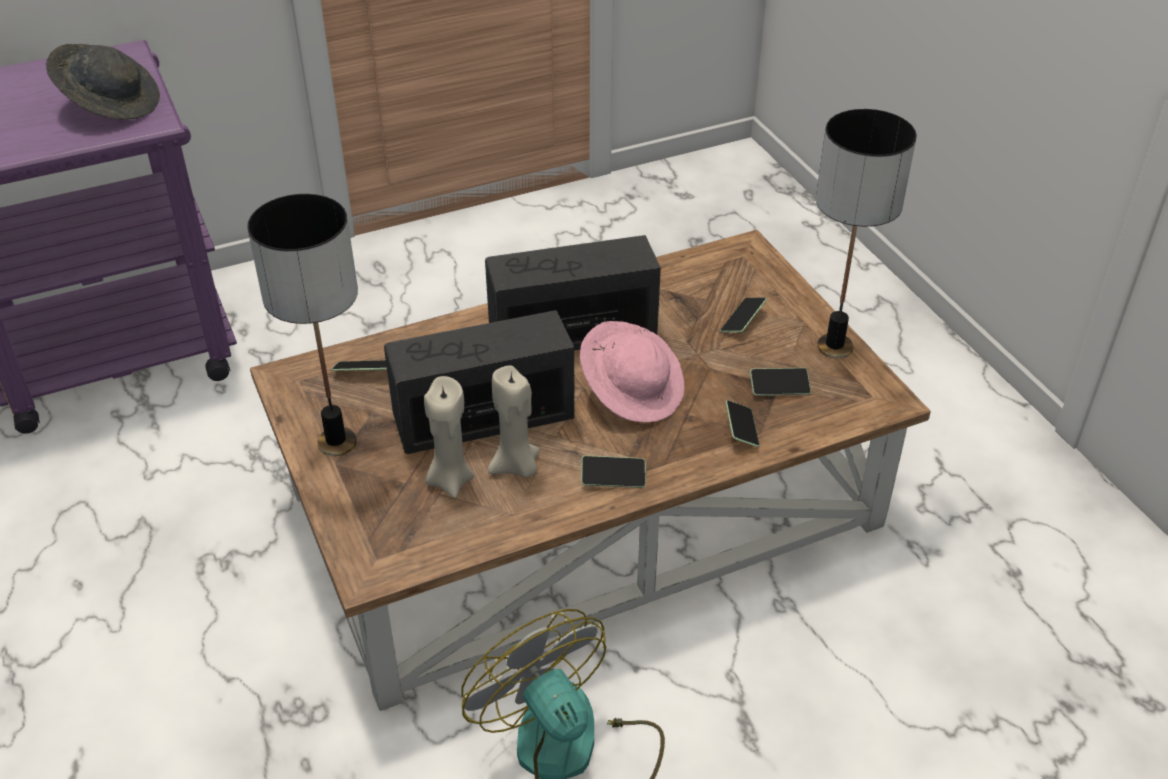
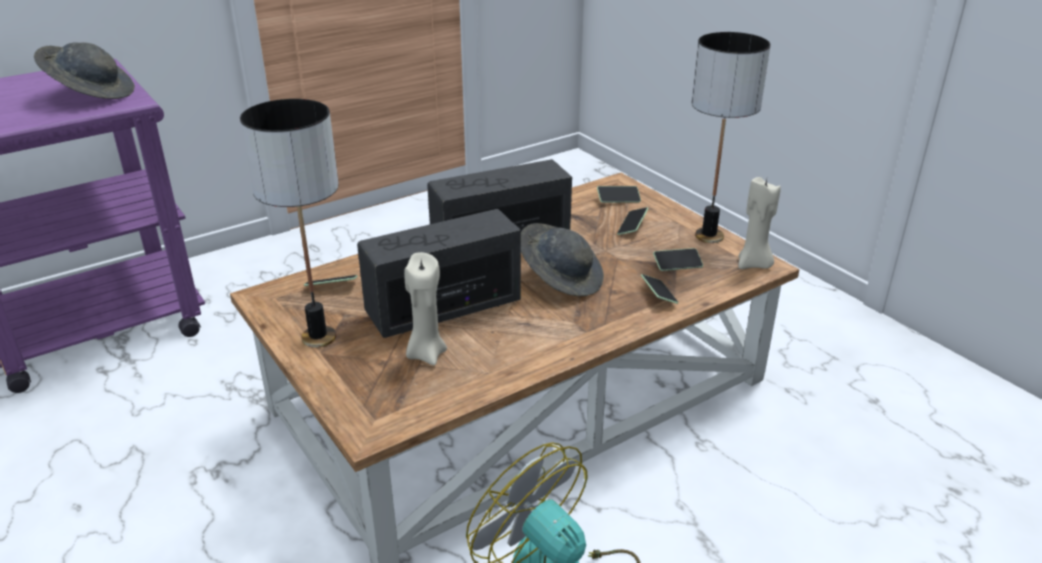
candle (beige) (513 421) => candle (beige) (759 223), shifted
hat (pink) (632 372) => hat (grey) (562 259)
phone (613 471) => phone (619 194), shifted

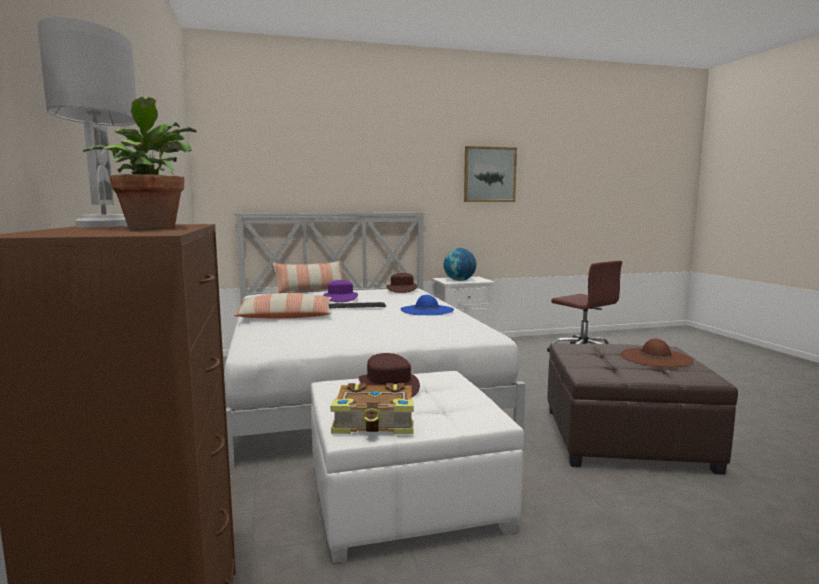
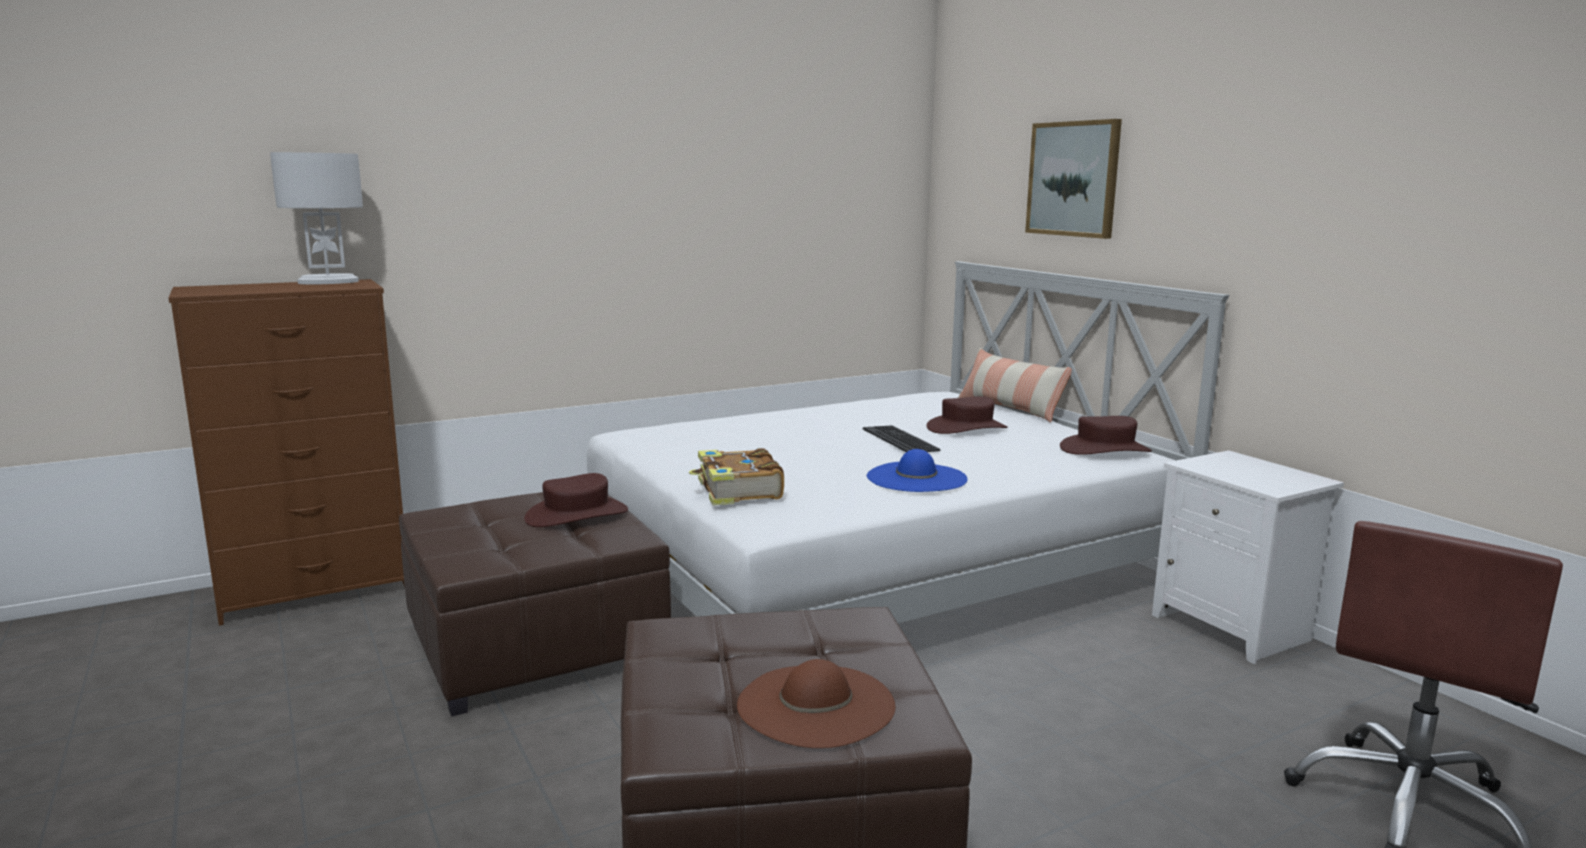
potted plant (139 162) => nothing
pillow (283 305) => nothing
ottoman (white) (417 467) => ottoman (brown) (535 604)
hat (purple) (340 291) => hat (brown) (967 415)
book (372 408) => book (736 476), shifted
globe (460 264) => nothing
picture (490 174) => picture (1073 179), shifted

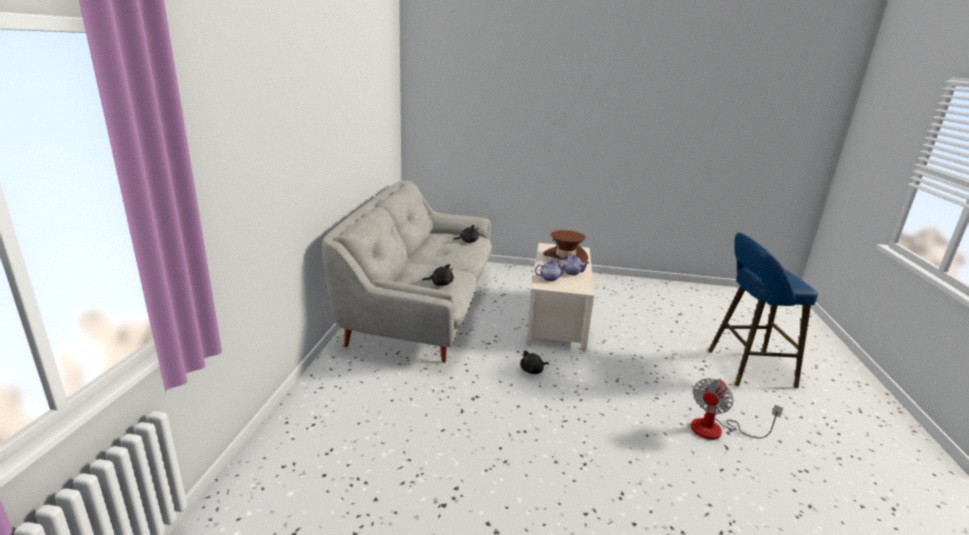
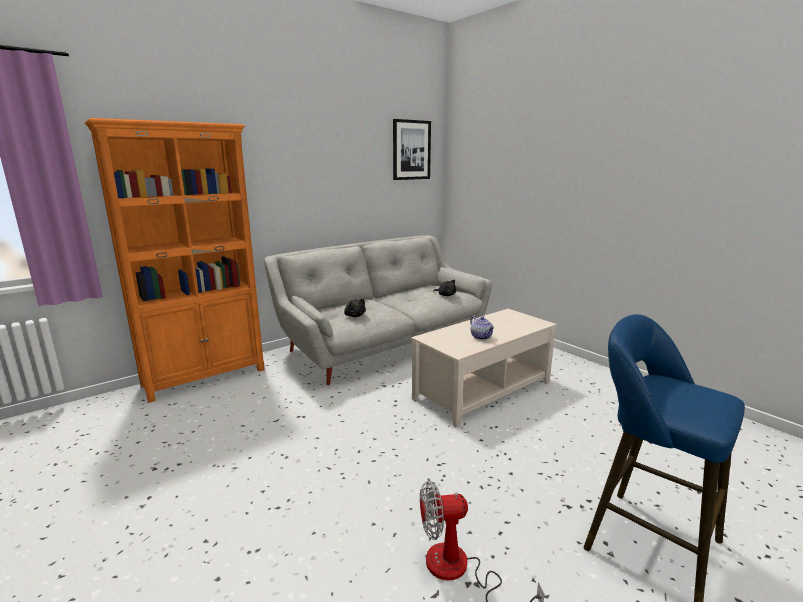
plush toy (black) (534 362) => nothing
teapot (551 270) => nothing
hat (brown) (566 246) => nothing
nothing => bookcase (orange) (174 260)
nothing => picture (412 149)

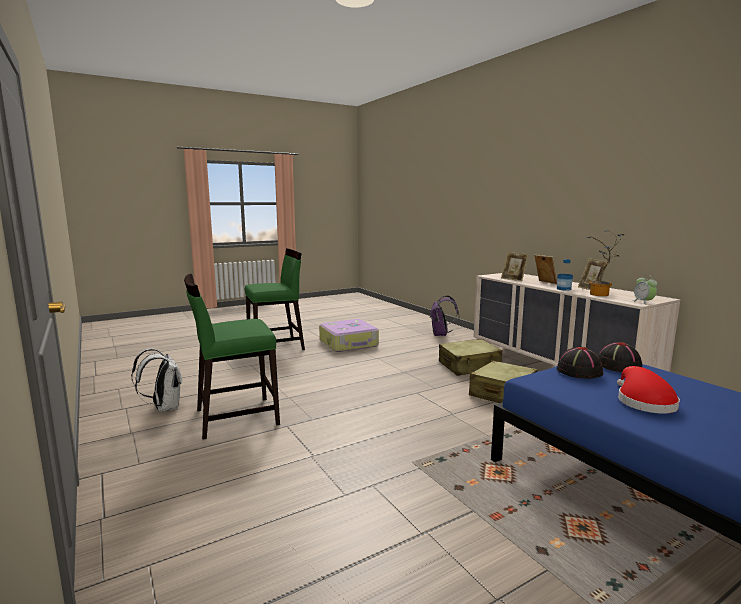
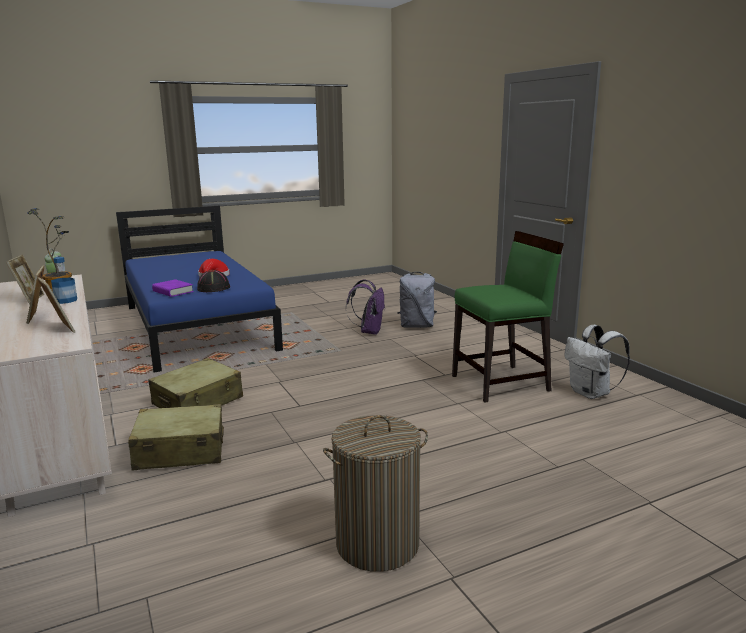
chair (green) (275 299) => nothing
suitcase (349 335) => laundry basket (375 493)
backpack (purple) (444 315) => backpack (purple) (365 307), shifted
hat (black) (620 357) => book (purple) (173 288)
nothing => backpack (grey) (417 300)

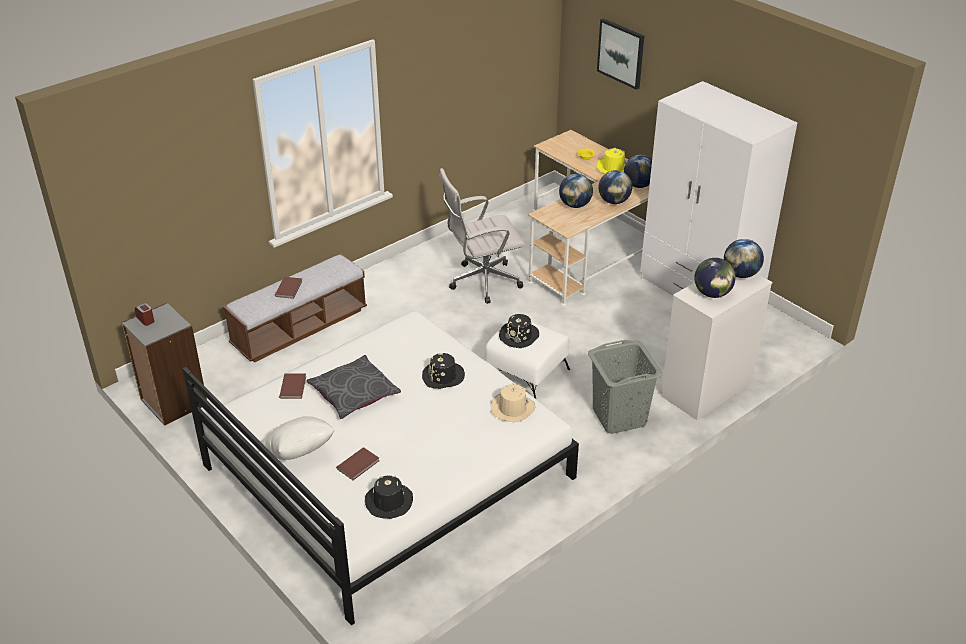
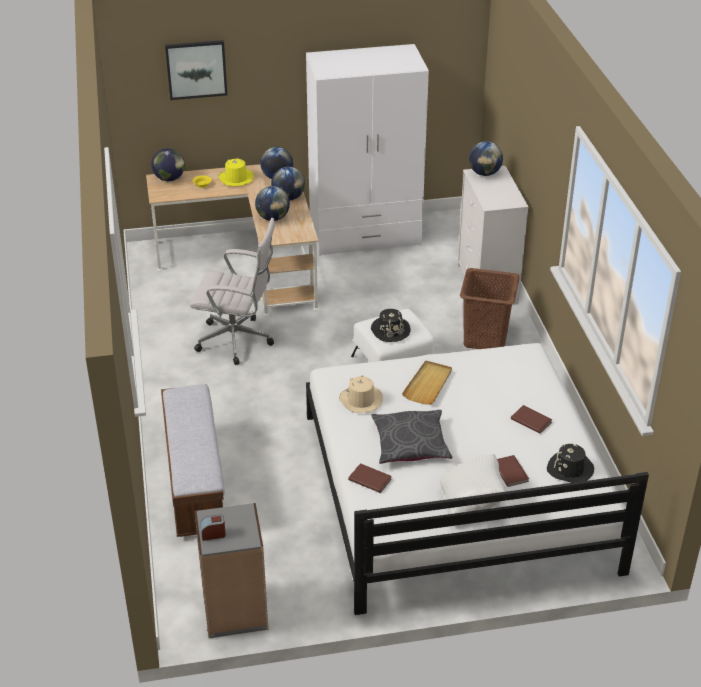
book (brown) (289 288) => book (brown) (532 419), shifted
hat (black) (443 371) => tray (beige) (427 382)
office chair (white) (482 236) => office chair (white) (232 291), 90 degrees counterclockwise
hat (beige) (513 403) => hat (beige) (361 394), shifted
laundry basket (grey) (625 387) => laundry basket (brown) (490 308)
globe (715 278) => globe (168 164), shifted

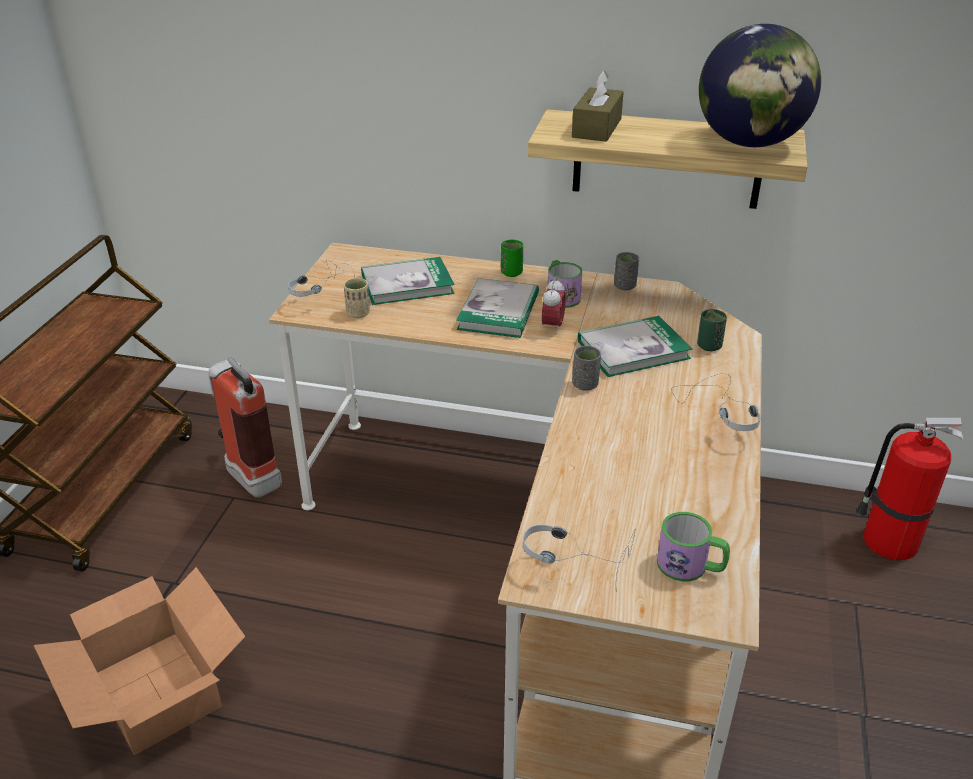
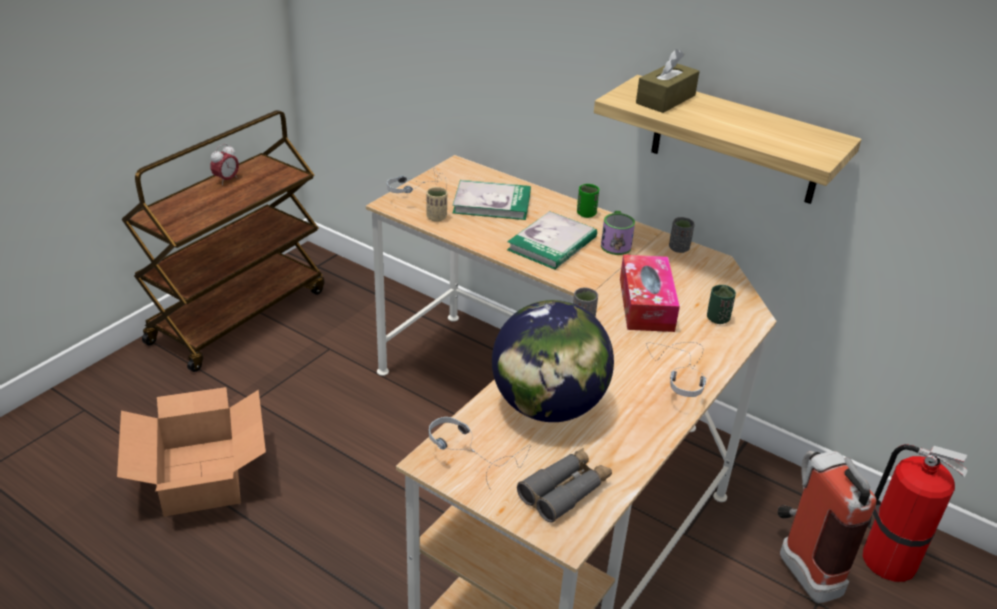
fire extinguisher (245 427) => fire extinguisher (826 527), shifted
alarm clock (554 305) => alarm clock (225 164), shifted
book (635 346) => tissue box (650 293)
mug (693 547) => binoculars (grey) (564 485)
globe (760 85) => globe (553 361), shifted

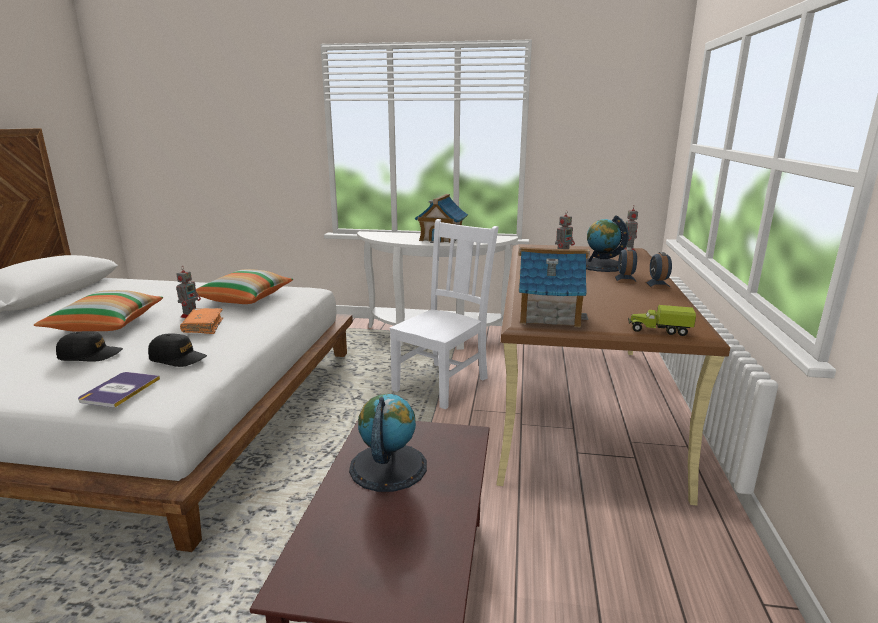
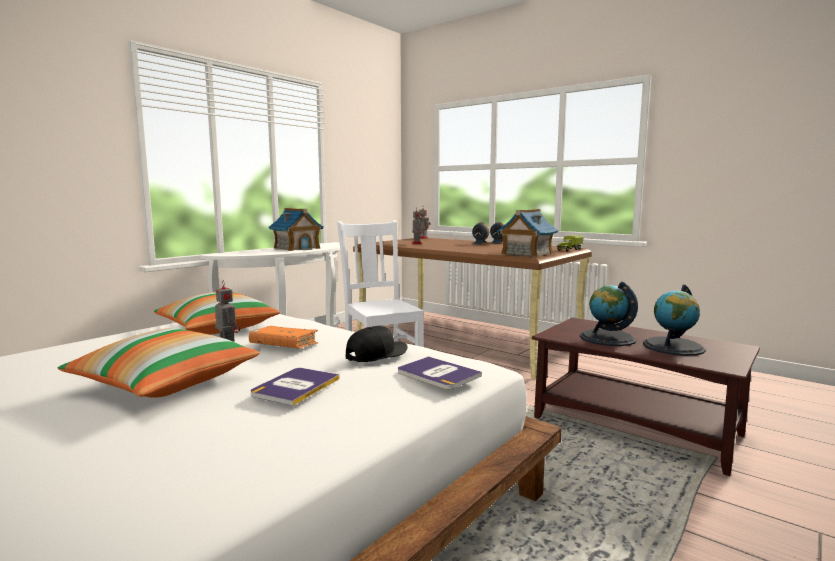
cap (black) (89 346) => book (295 387)
globe (607 243) => globe (674 320), shifted

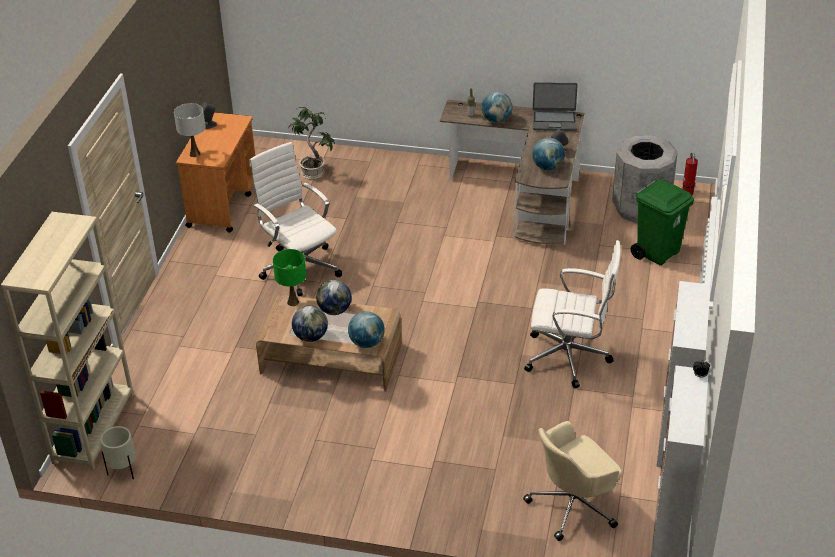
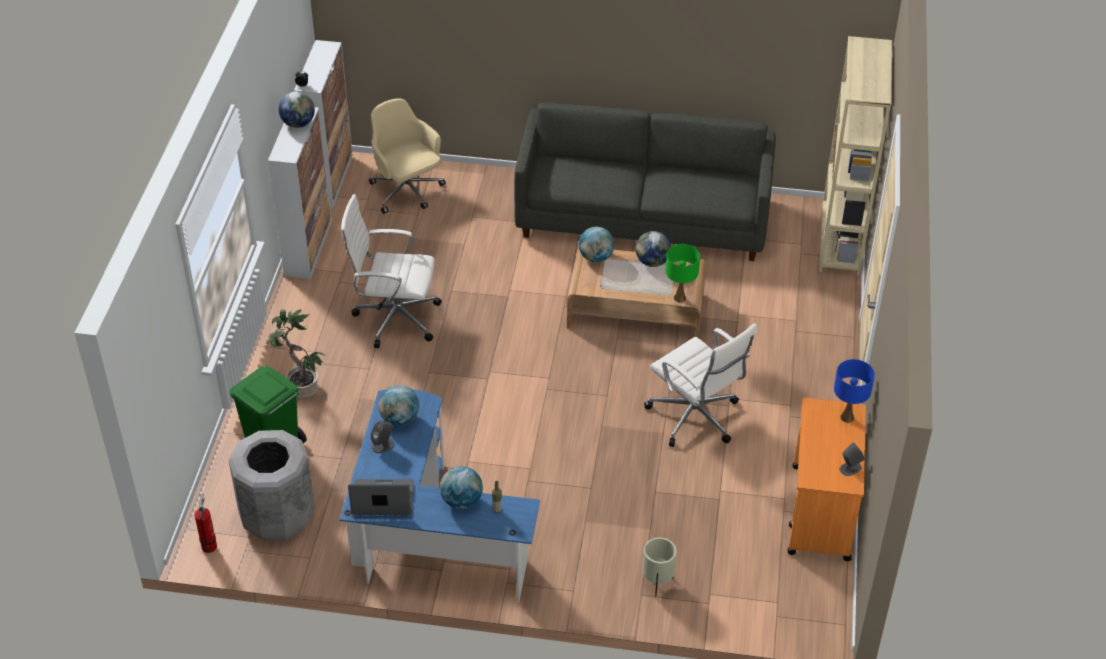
planter (beige) (118 452) => planter (beige) (659 566), shifted
table lamp (white) (190 130) => table lamp (blue) (854 391)
potted plant (311 143) => potted plant (295 353), shifted
globe (334 297) => globe (296 109), shifted
desk (brown) (512 172) => desk (blue) (439 496)
office chair (beige) (572 481) => office chair (beige) (407 156), 90 degrees counterclockwise
nothing => sofa (grey) (645 182)

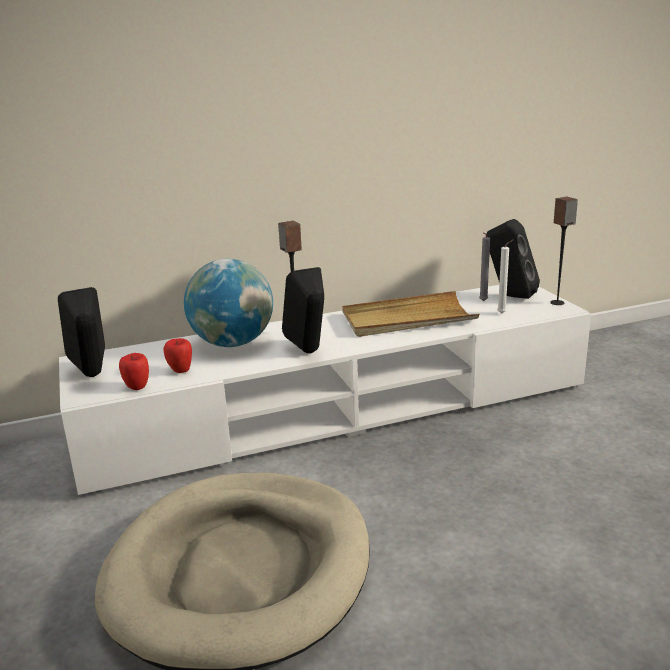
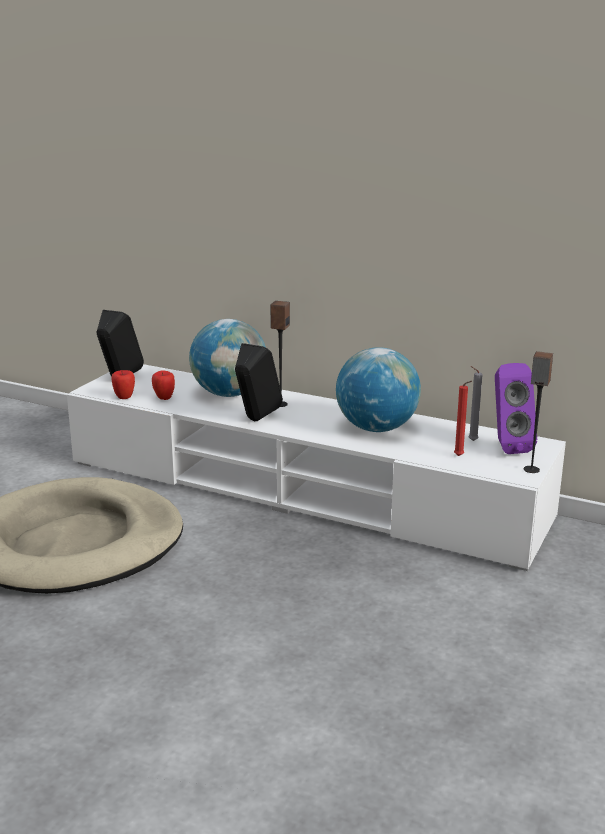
tray (beige) (411 314) => globe (378 389)
speaker (black) (513 259) => speaker (purple) (516 408)
candle (white) (505 277) => candle (red) (463 418)

